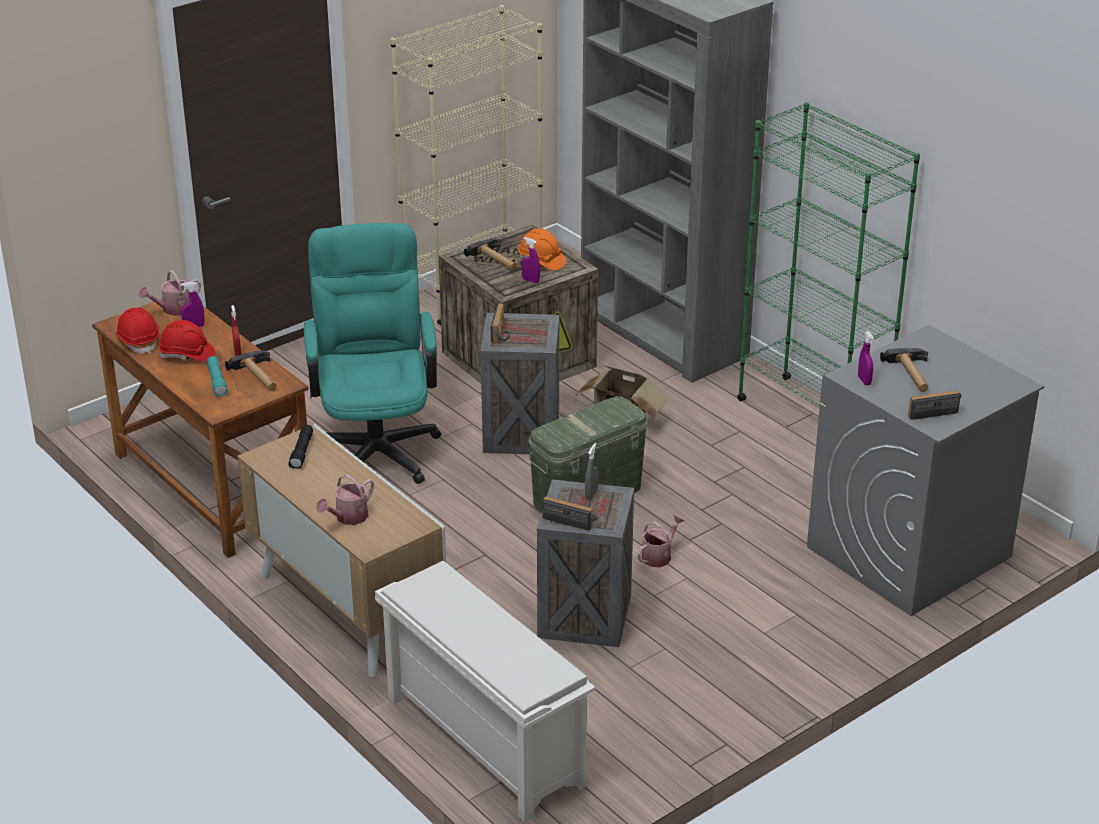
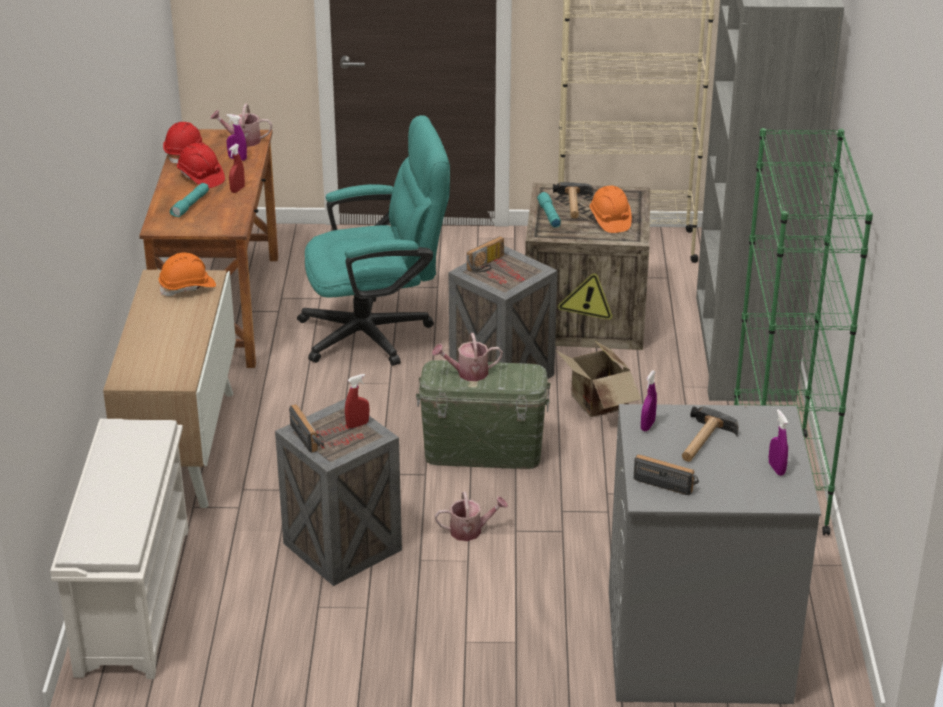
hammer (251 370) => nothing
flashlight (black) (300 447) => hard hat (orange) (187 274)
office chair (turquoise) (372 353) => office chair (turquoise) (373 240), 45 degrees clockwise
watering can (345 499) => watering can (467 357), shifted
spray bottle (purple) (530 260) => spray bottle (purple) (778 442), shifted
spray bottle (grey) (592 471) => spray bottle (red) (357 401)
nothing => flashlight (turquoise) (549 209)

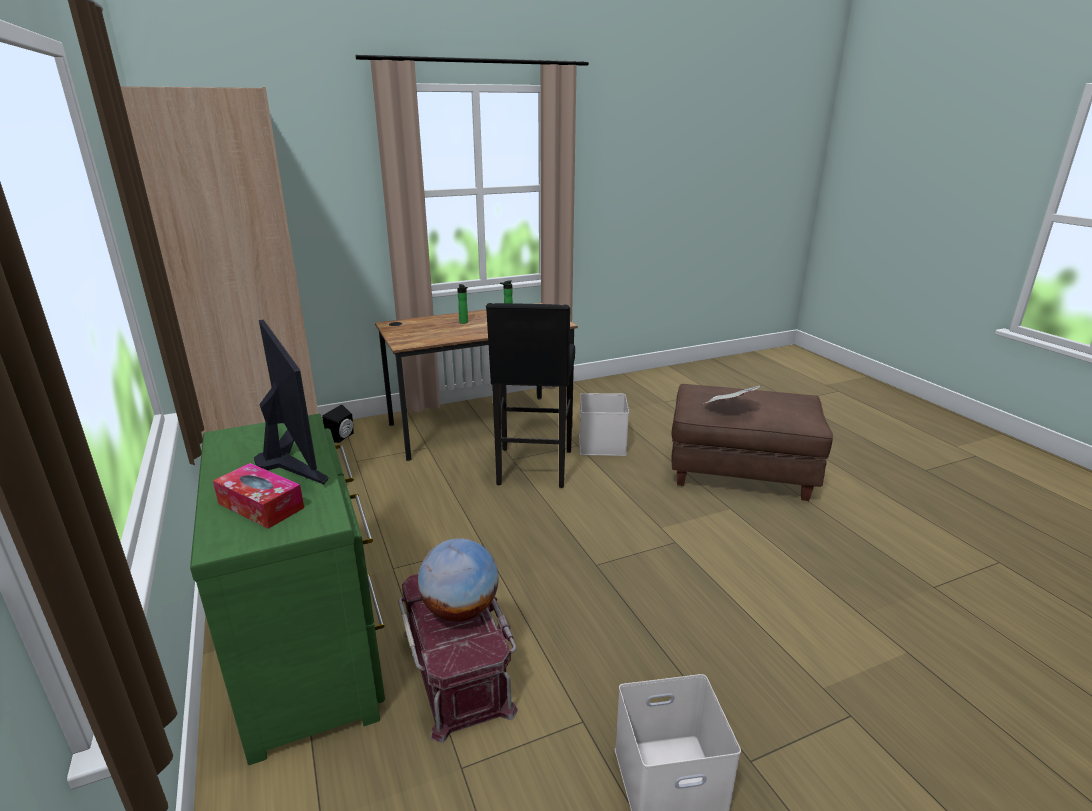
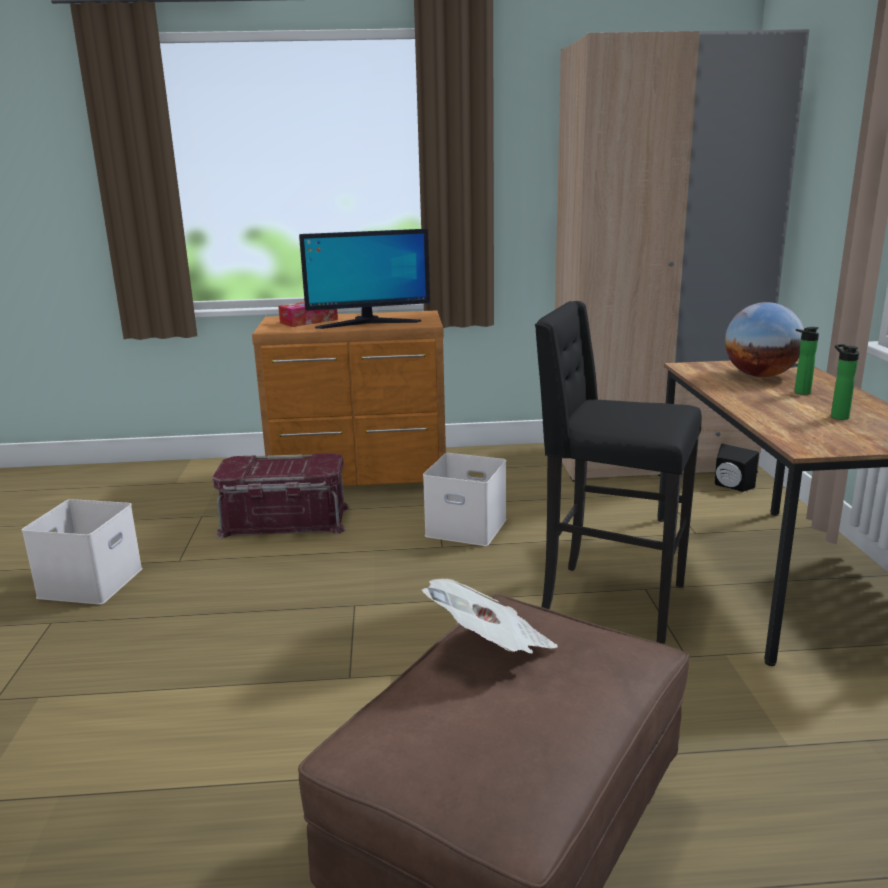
dresser (green) (287 589) => dresser (brown) (349 398)
globe (458 579) => globe (764 339), shifted
storage box (white) (604 424) => storage box (white) (465 499), shifted

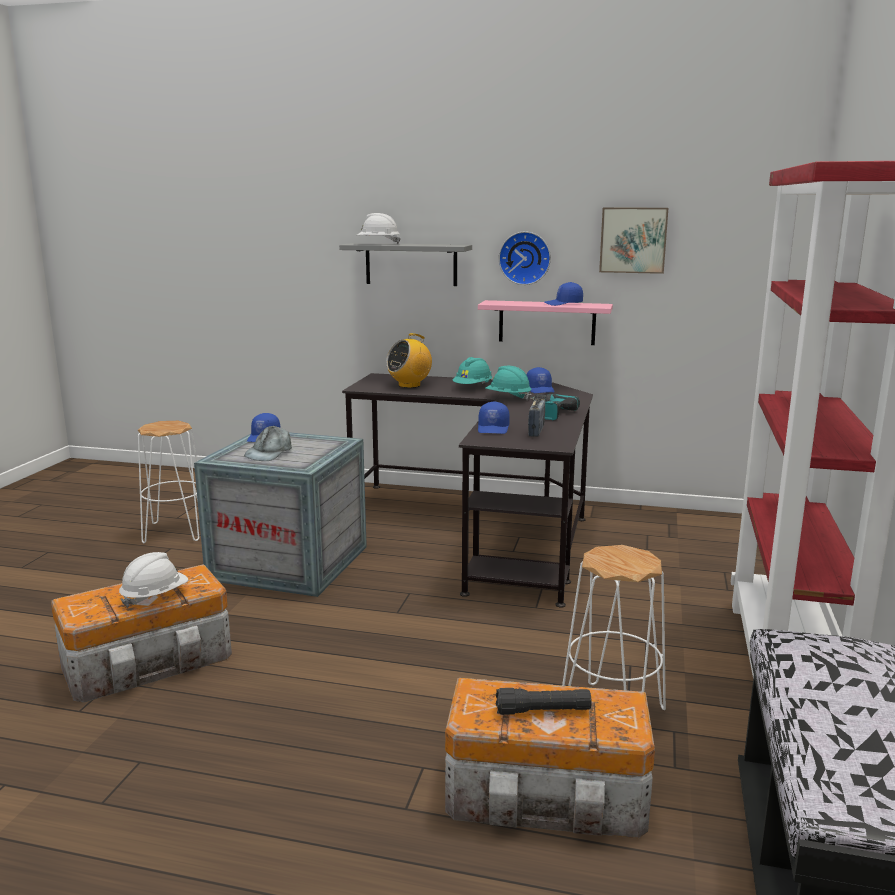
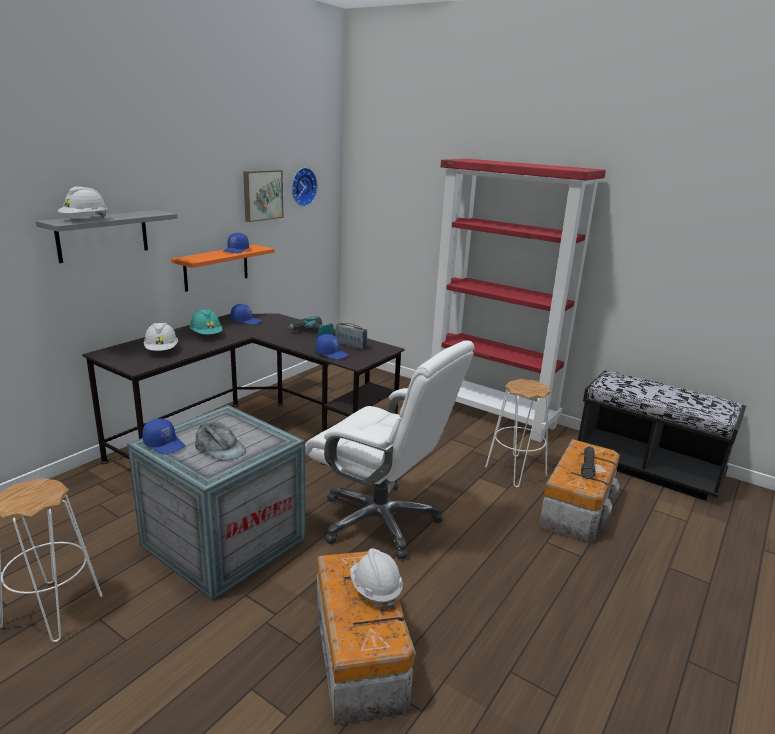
radio (409 360) => hard hat (white) (160 337)
shelf (pink) (545 322) => shelf (orange) (223 268)
hard hat (turquoise) (509 383) => nothing
wall clock (525 258) => wall clock (305 187), shifted
nothing => office chair (white) (390 449)

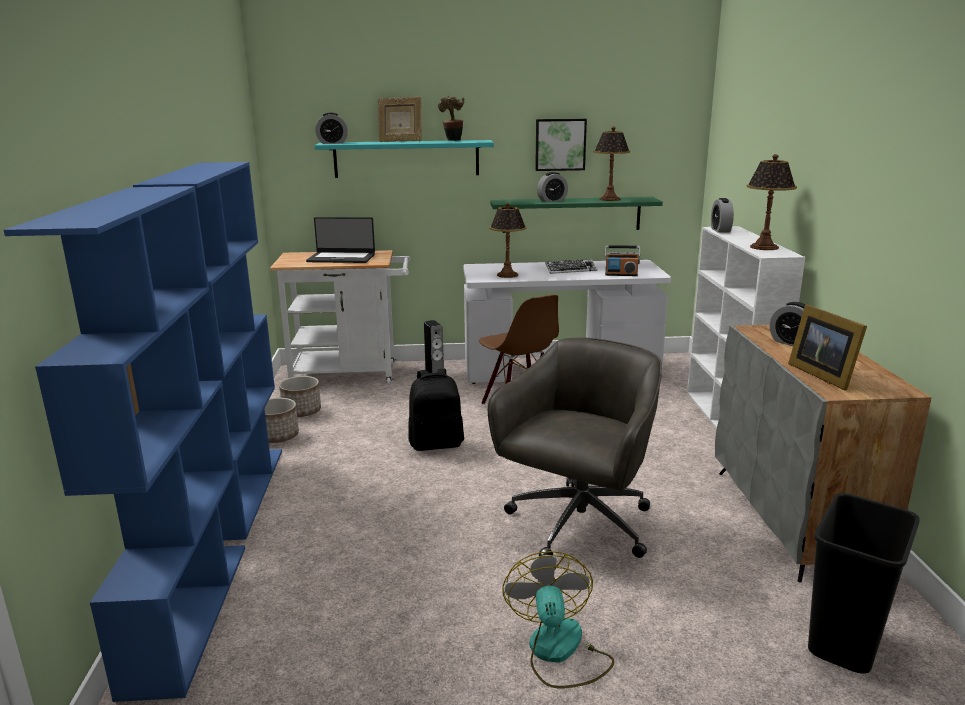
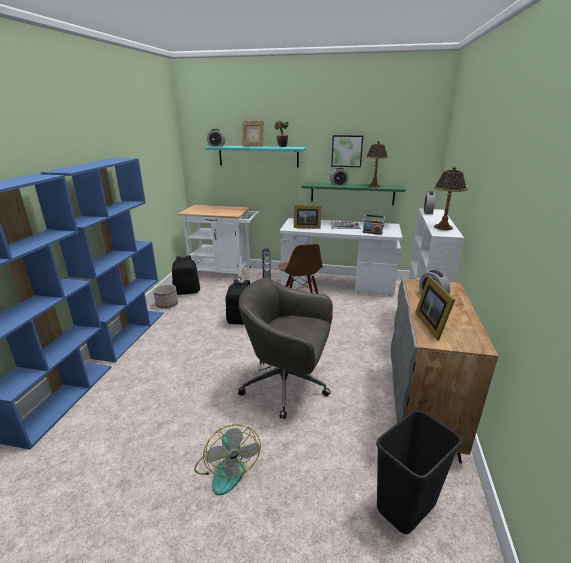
planter (300 396) => backpack (black) (186 275)
laptop (340 240) => nothing
office chair (grey) (575 448) => office chair (grey) (285 348), 120 degrees counterclockwise
table lamp (508 240) => picture frame (307 217)
fan (558 619) => fan (227 459), 150 degrees clockwise

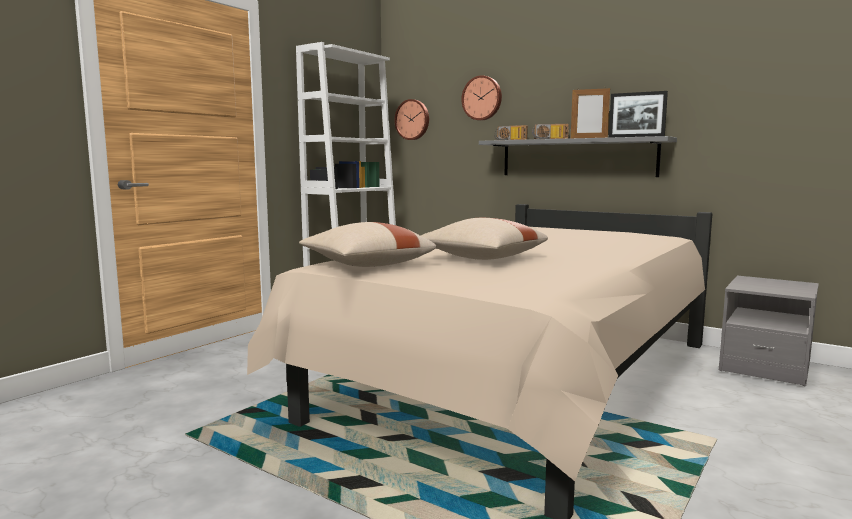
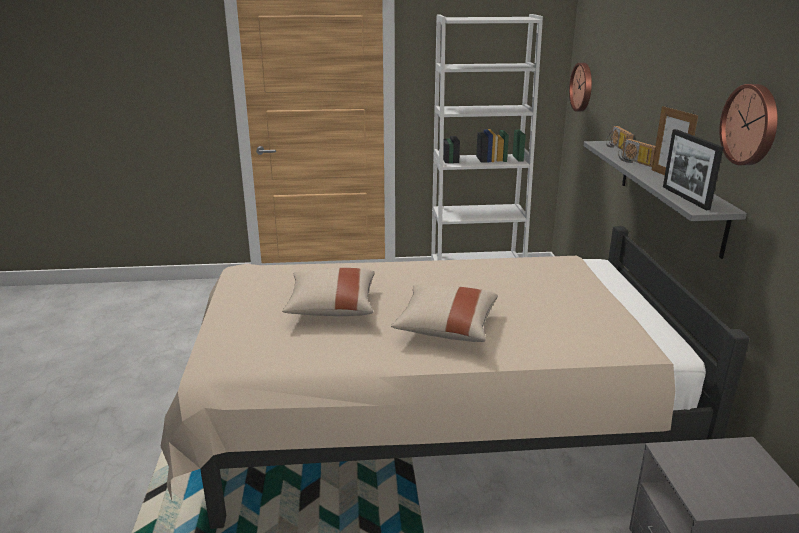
pillow (beige) (367 244) => pillow (beige) (444 313), shifted
wall clock (481 98) => wall clock (748 124), shifted

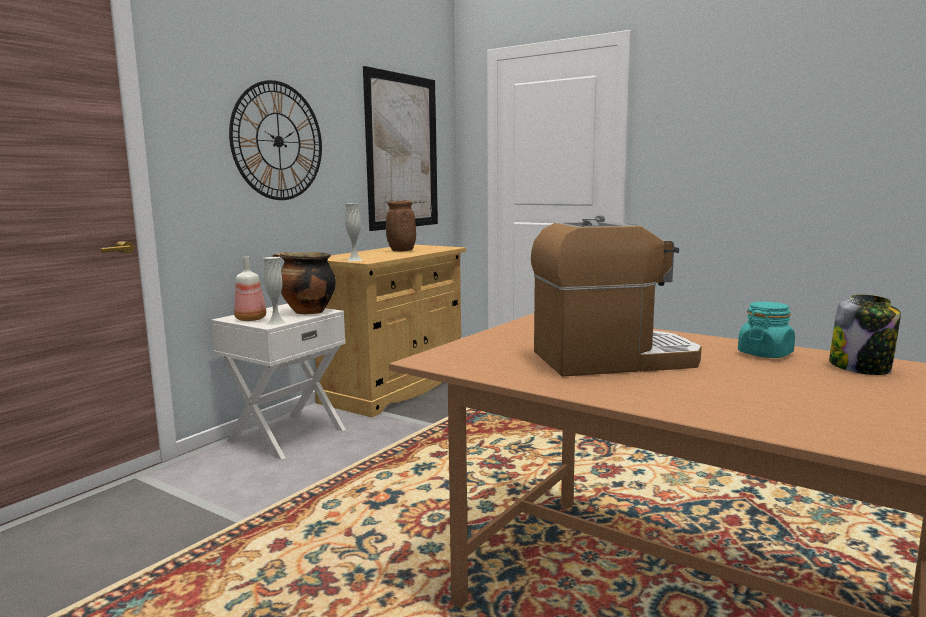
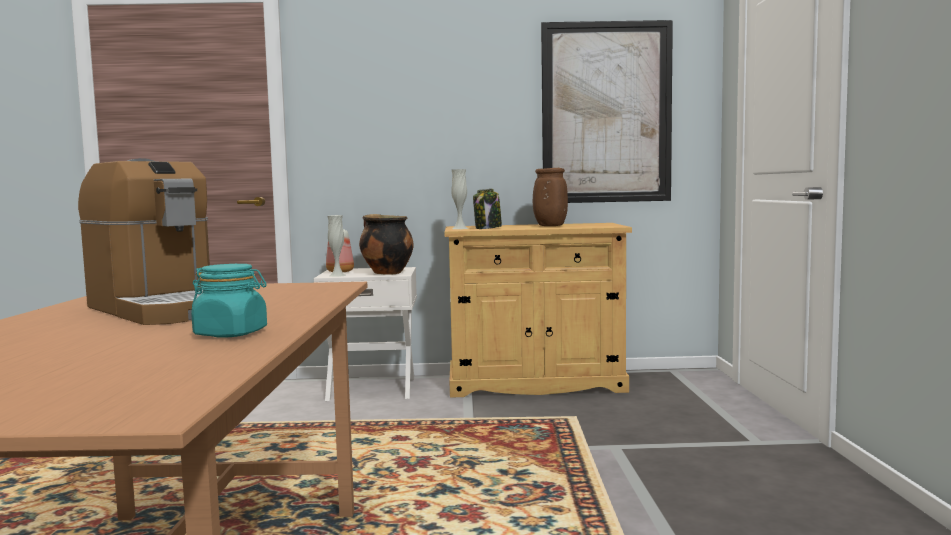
wall clock (275 140) => nothing
jar (865 334) => jar (487 209), shifted

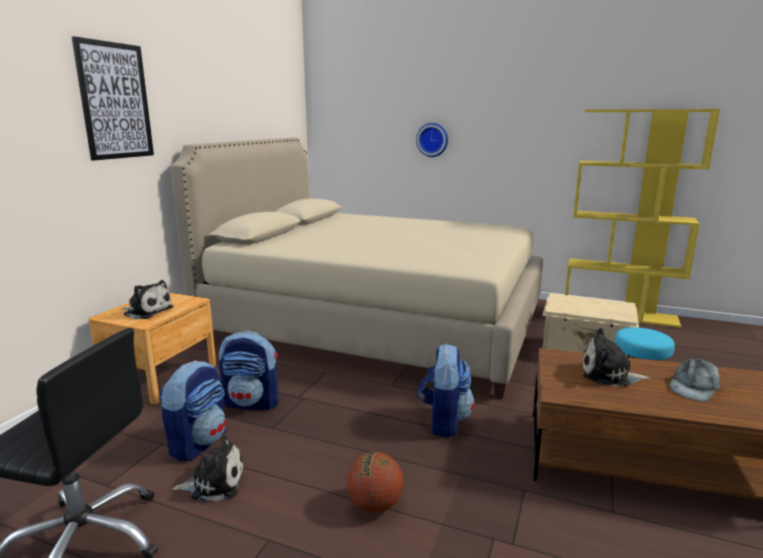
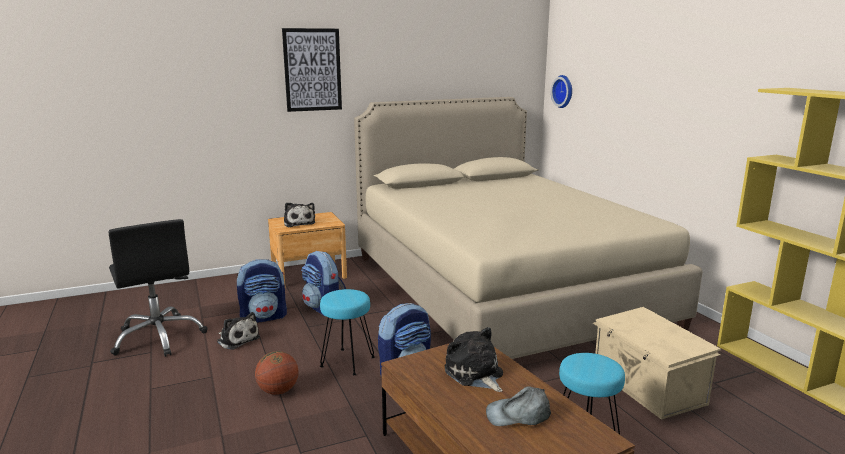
wall clock (432 140) => wall clock (561 91), shifted
nothing => stool (turquoise) (347 332)

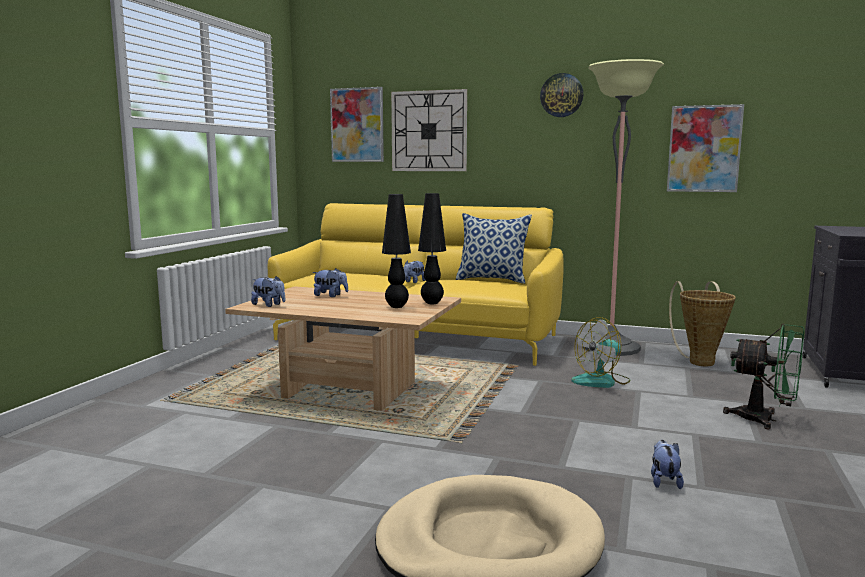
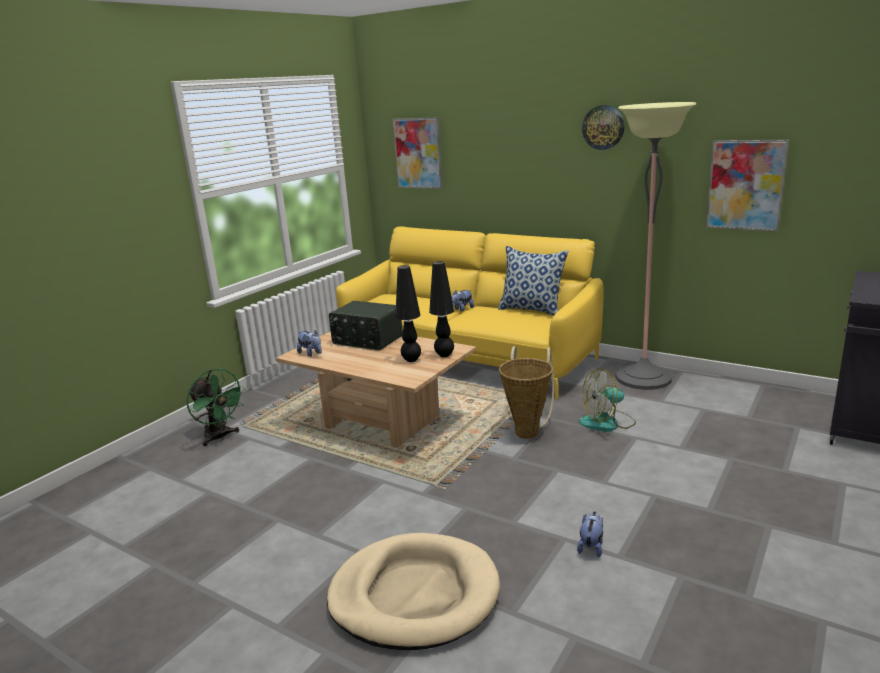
plush toy (330 282) => radio (366 326)
wall clock (429 130) => nothing
basket (702 323) => basket (526 392), shifted
fan (green) (763 376) => fan (green) (216 407), shifted

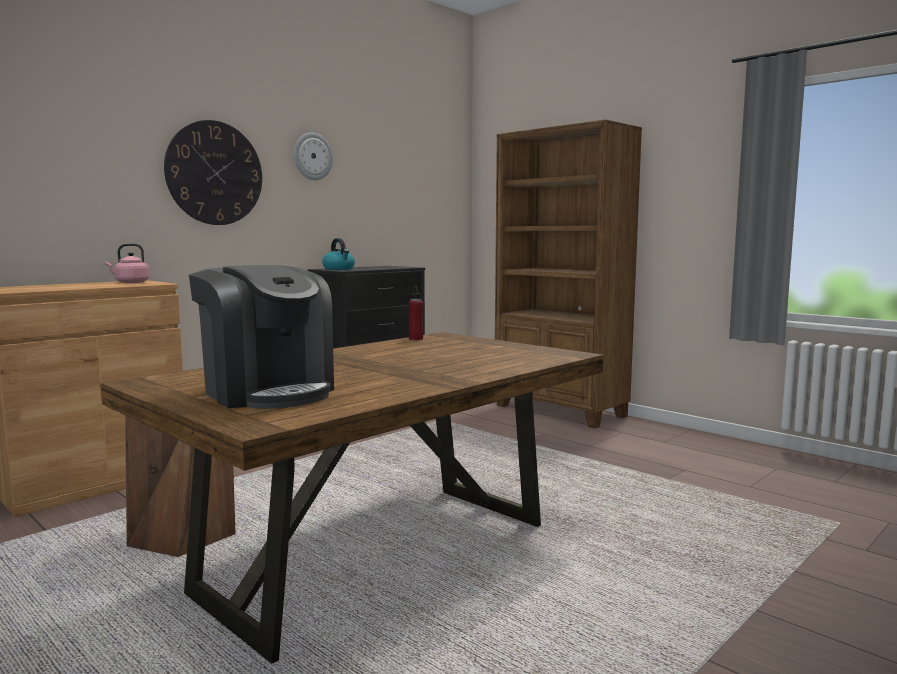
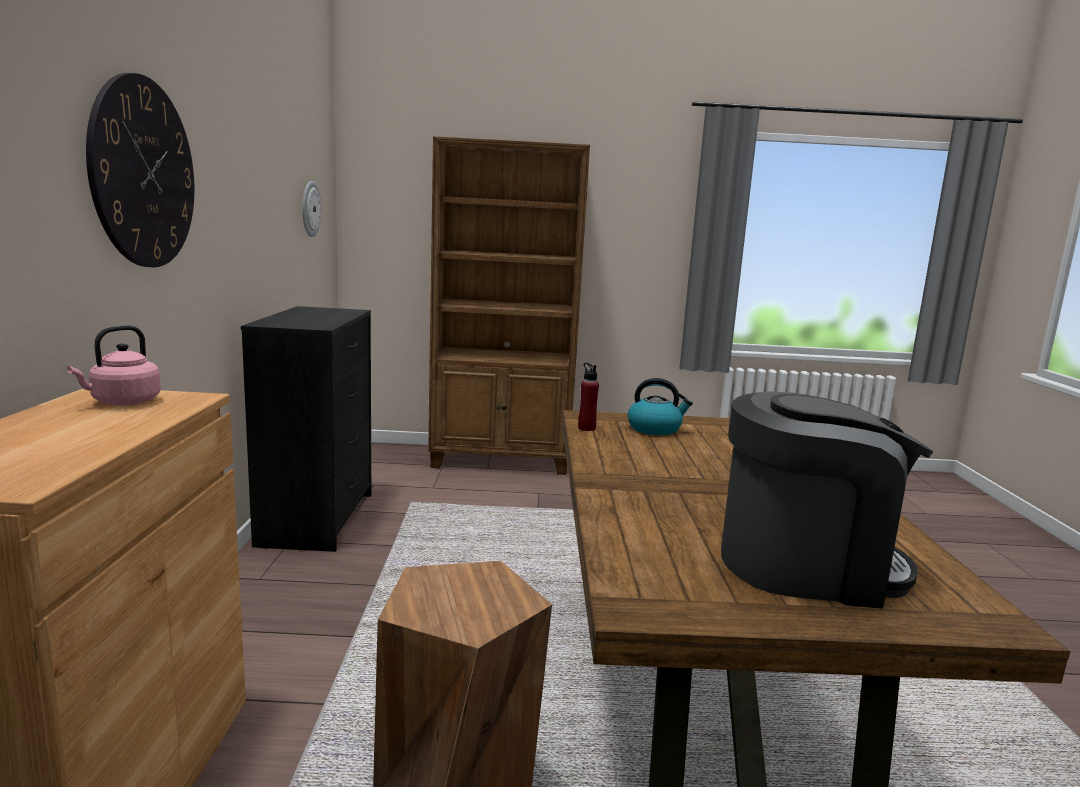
wall clock (313 156) => wall clock (311 209), shifted
kettle (338 254) => kettle (660 406), shifted

